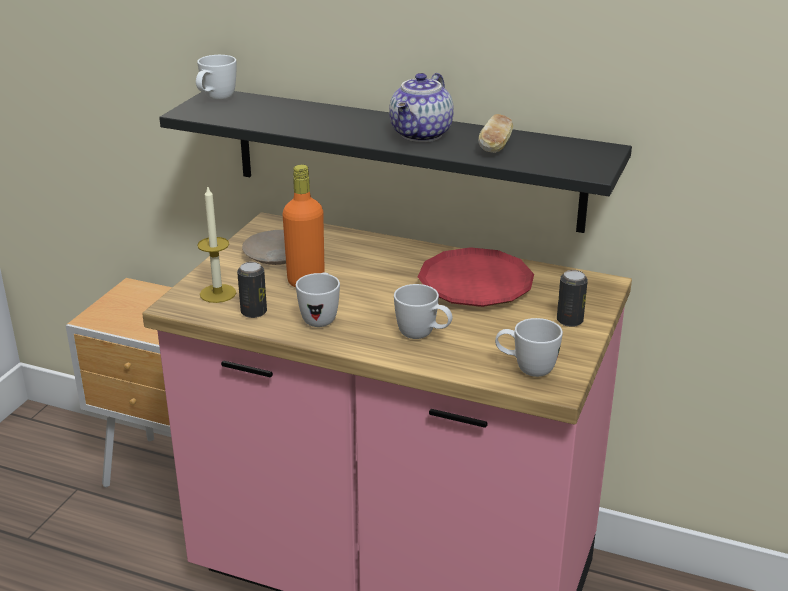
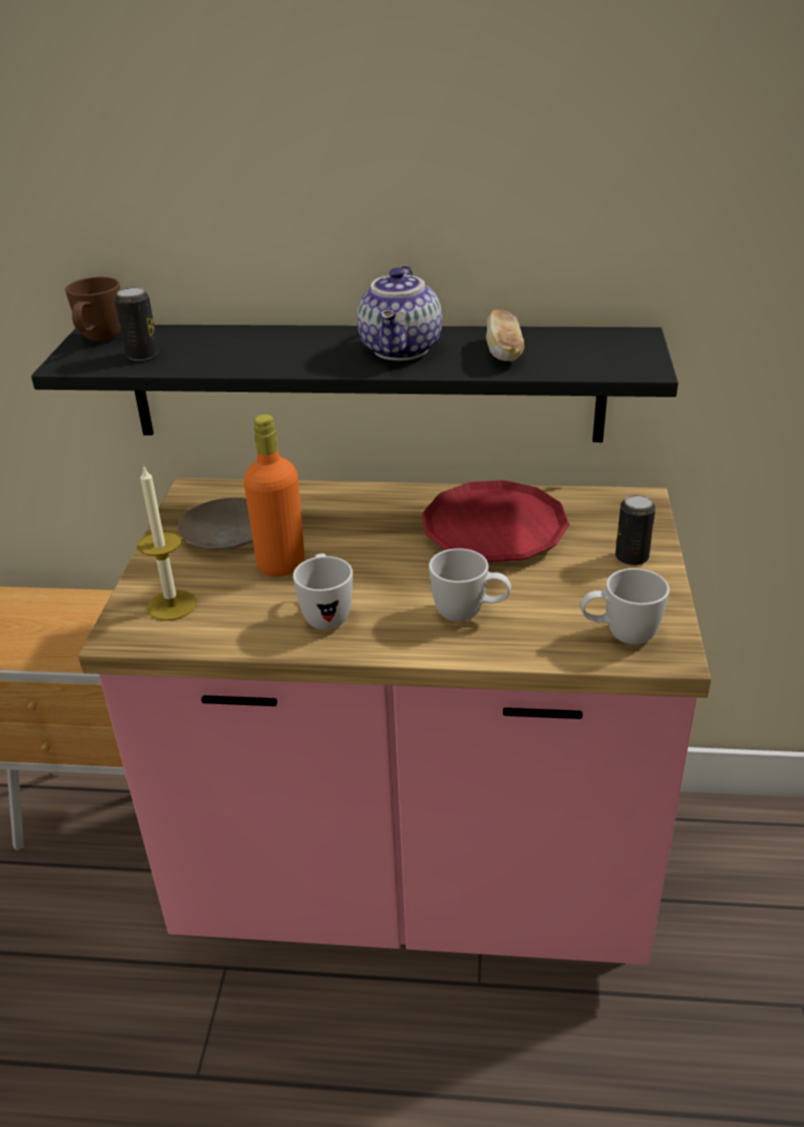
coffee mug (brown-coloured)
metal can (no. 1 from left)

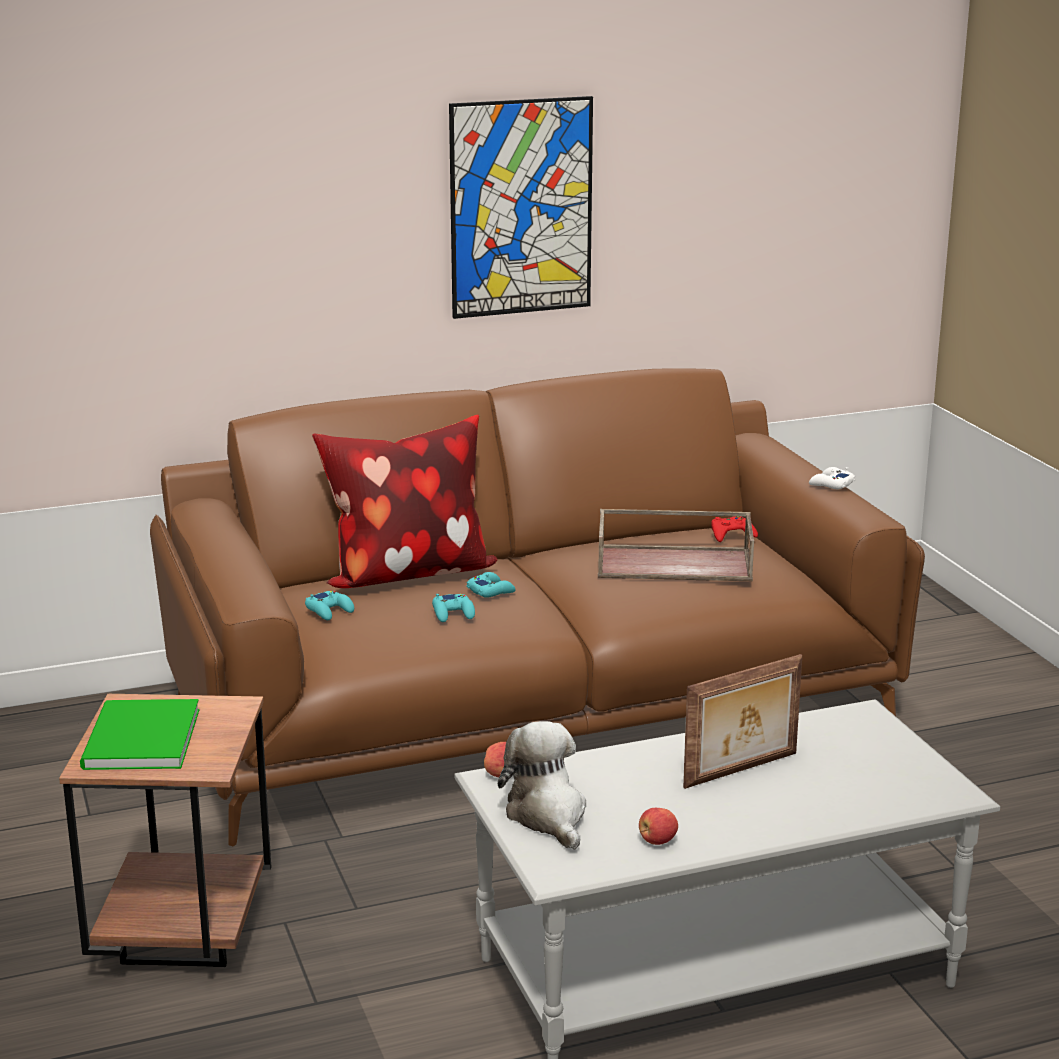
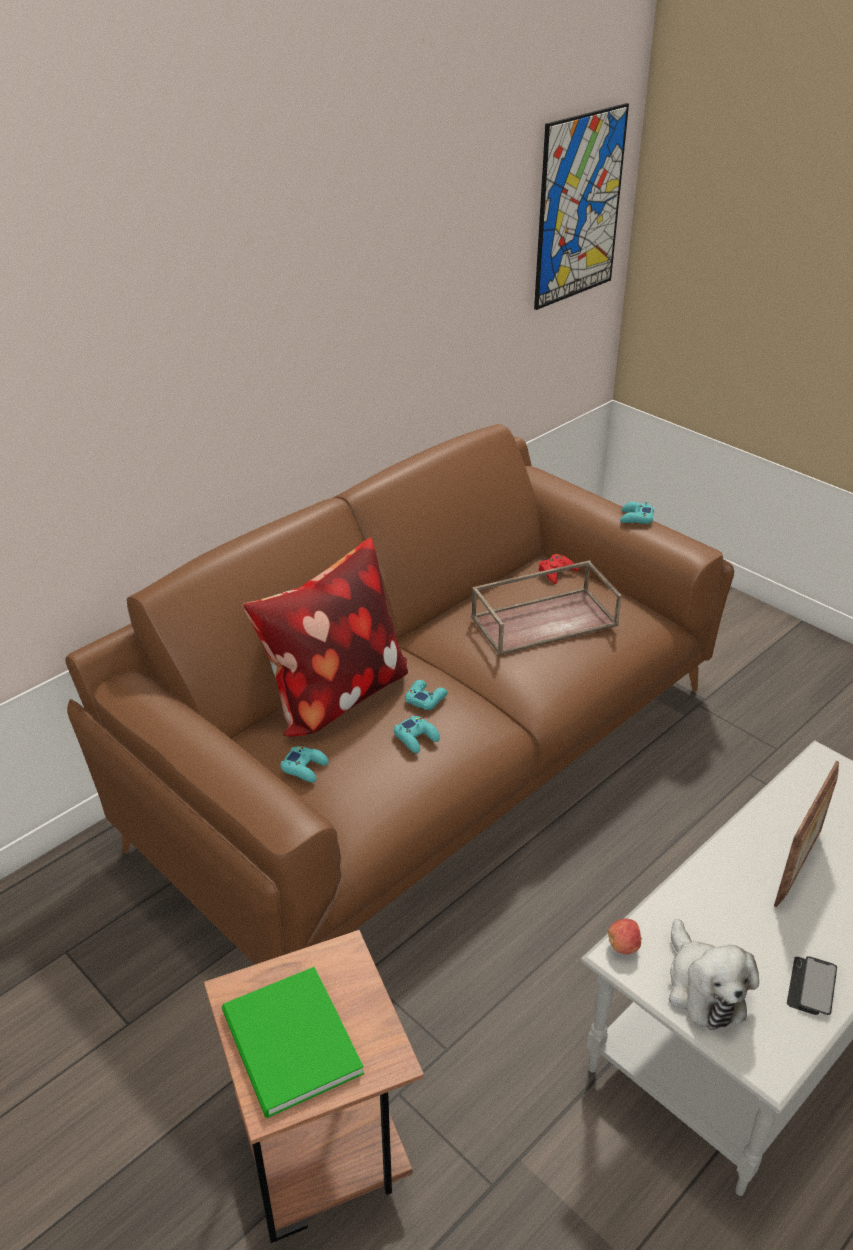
wall art
cuddly toy
telephone
joypad (blue-green) (no. 4 from left)

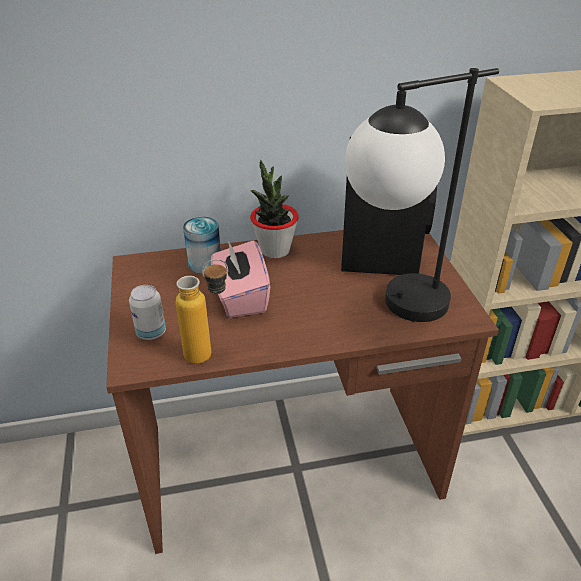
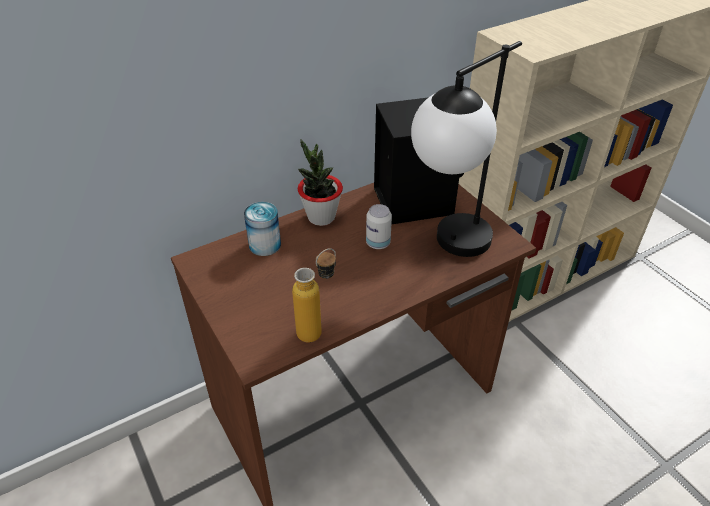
metal can (no. 2 from left)
tissue box (pink-coloured)

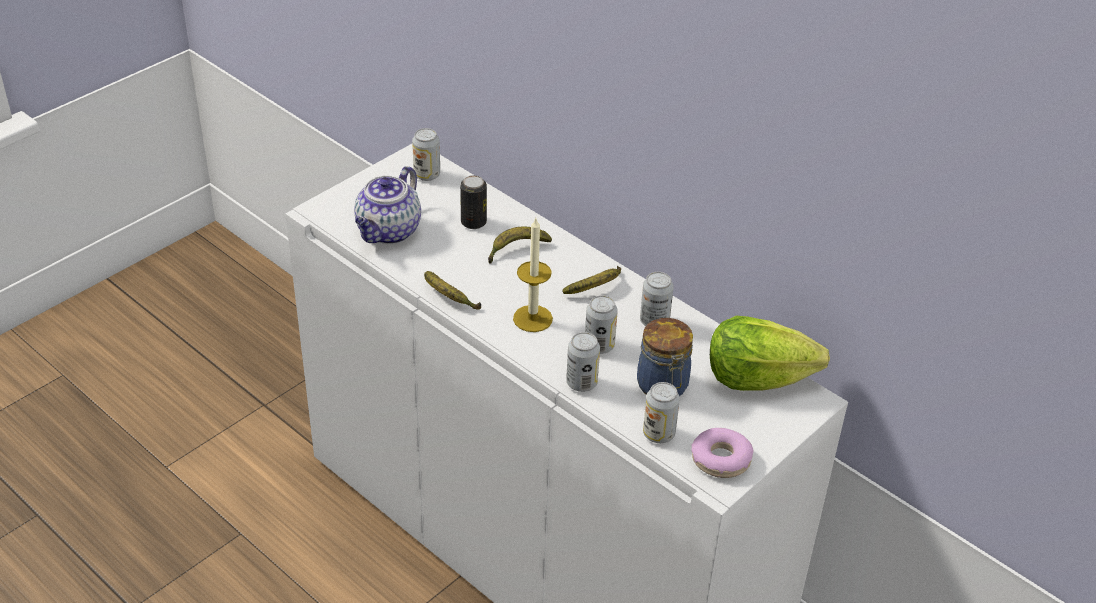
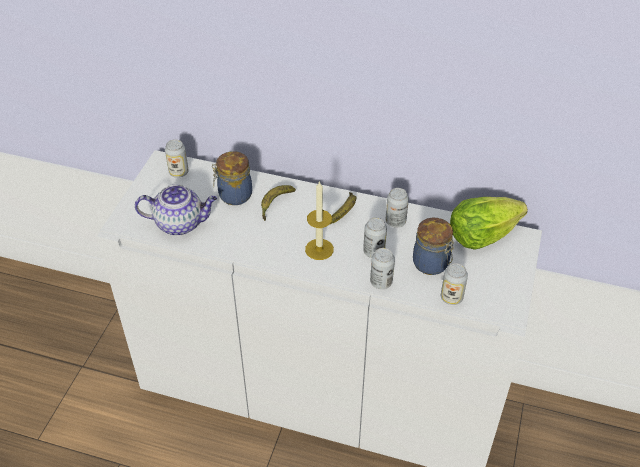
pot for tea
whole banana (no. 1 from left in the first image)
storage jar (no. 1 from left)
doughnut

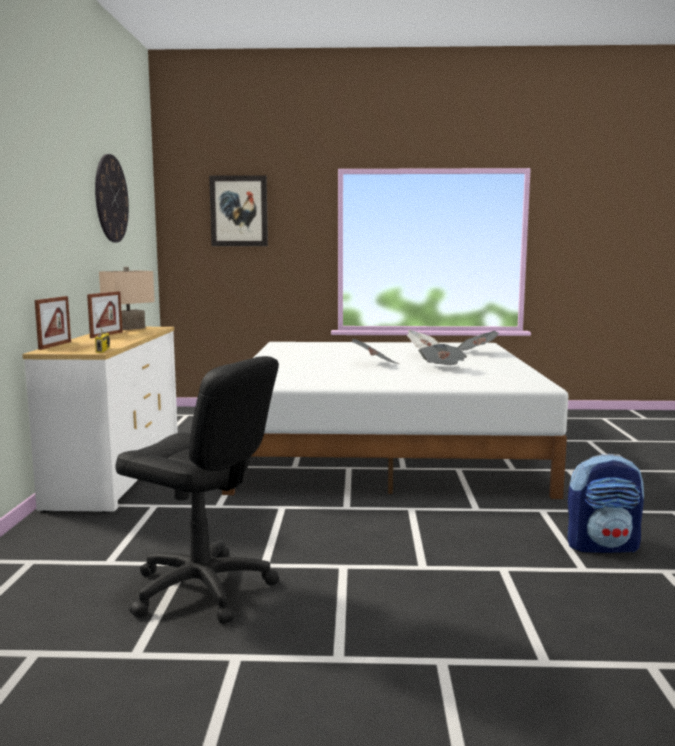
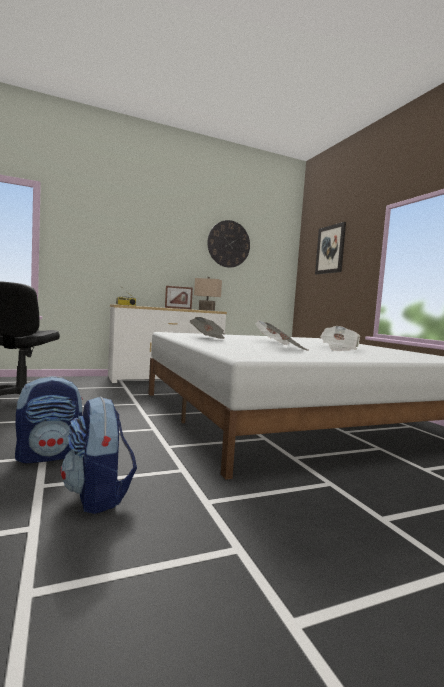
standing frame (no. 1 from left in the first image)
daily paper (no. 1 from left)
rucksack (no. 1 from left)

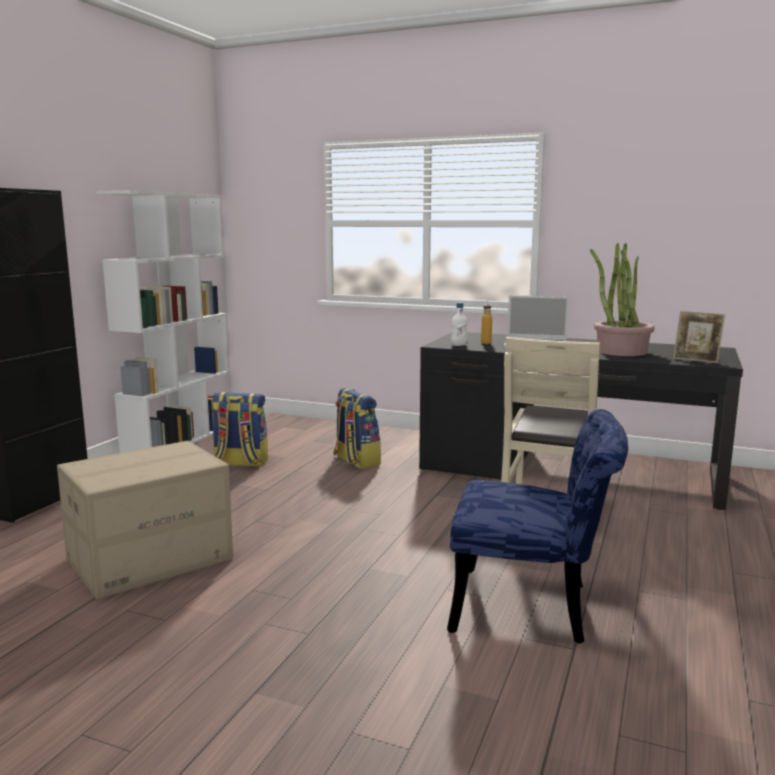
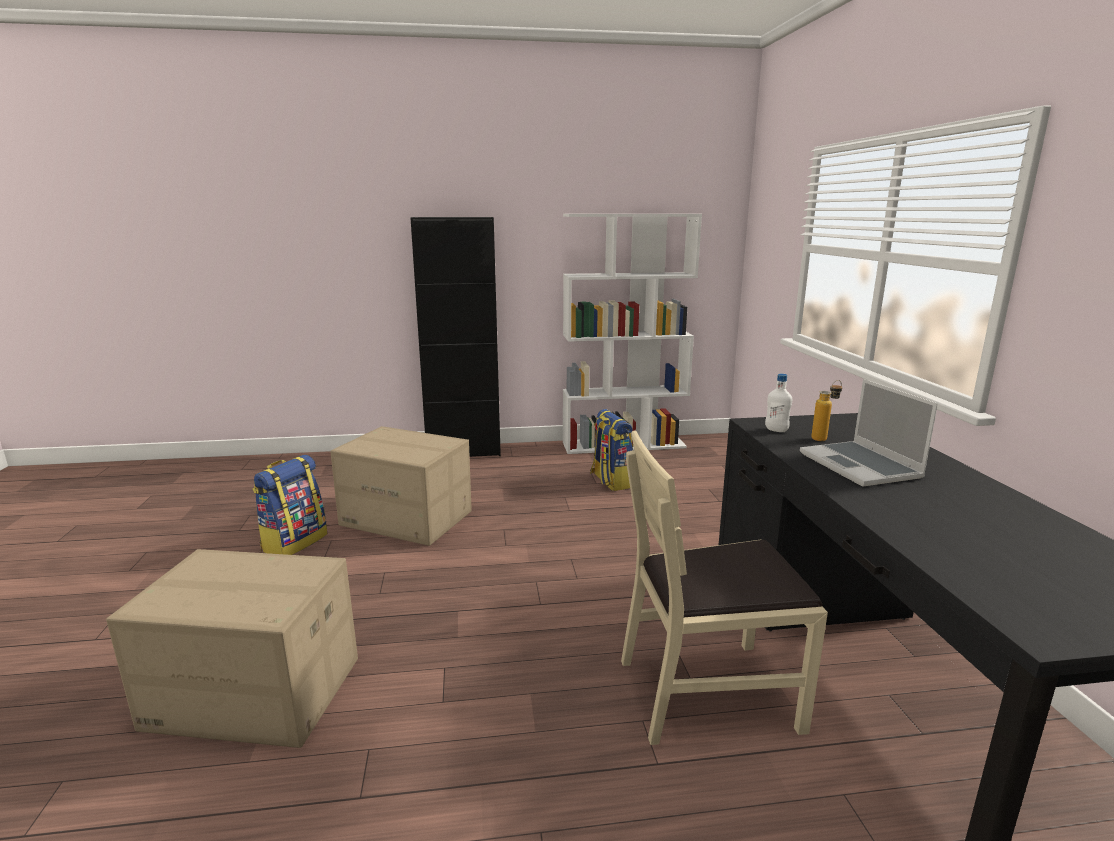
rucksack (no. 1 from left)
chair (bluish)
houseplant
standing frame
packing box (no. 1 from left)

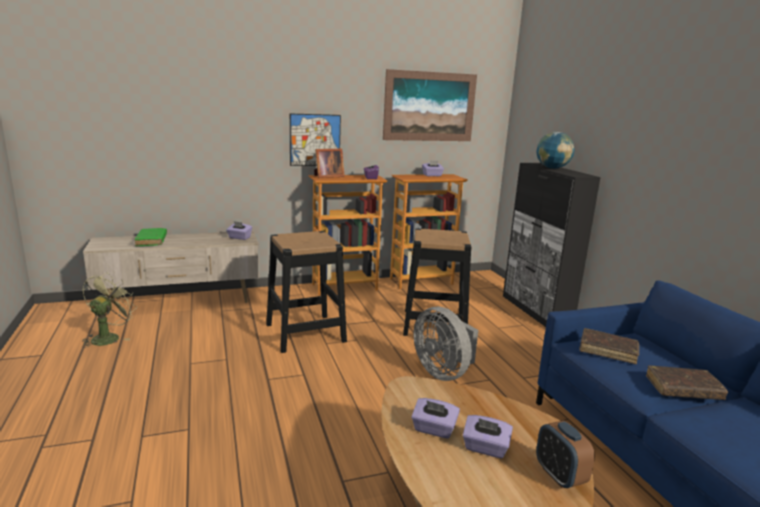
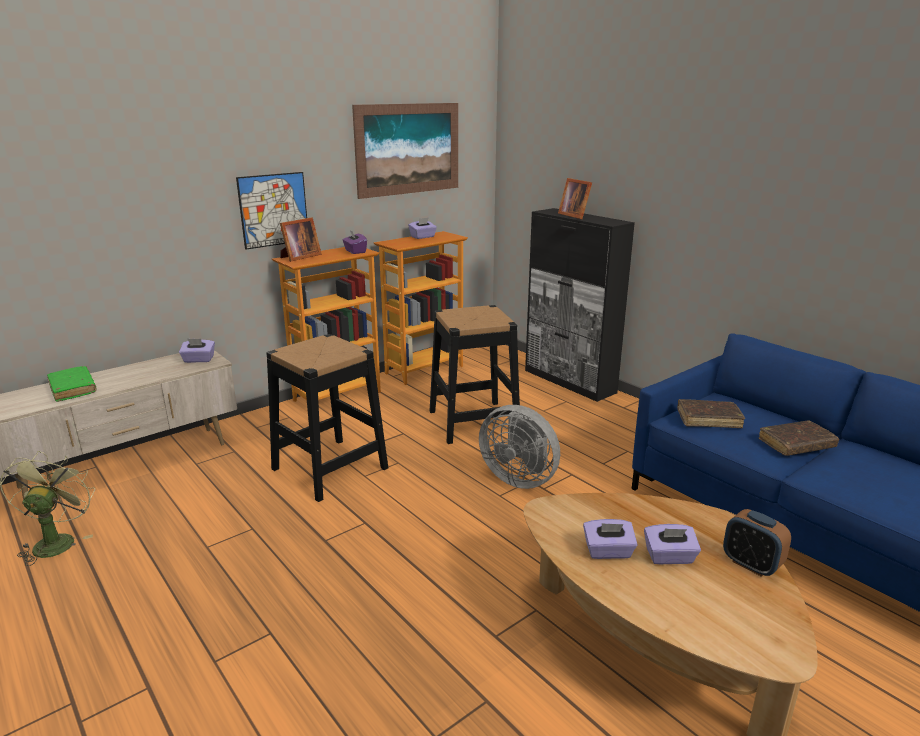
standing frame (no. 2 from left)

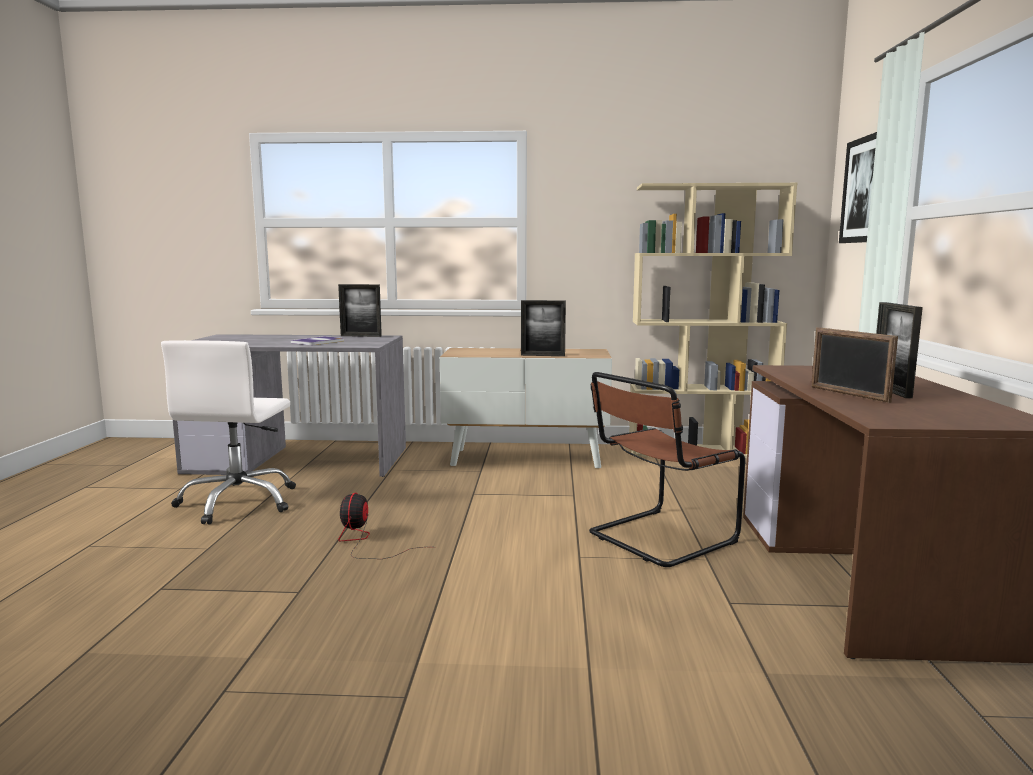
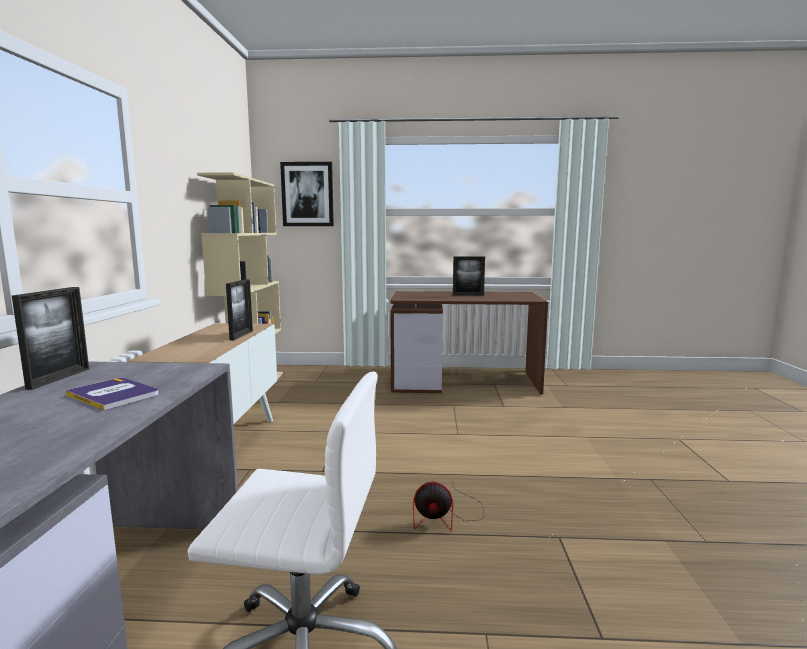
chair (brown-coloured)
standing frame (no. 3 from left in the first image)

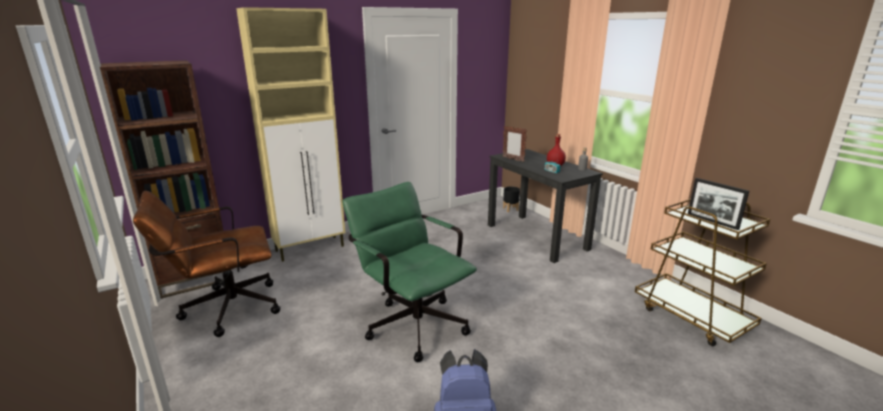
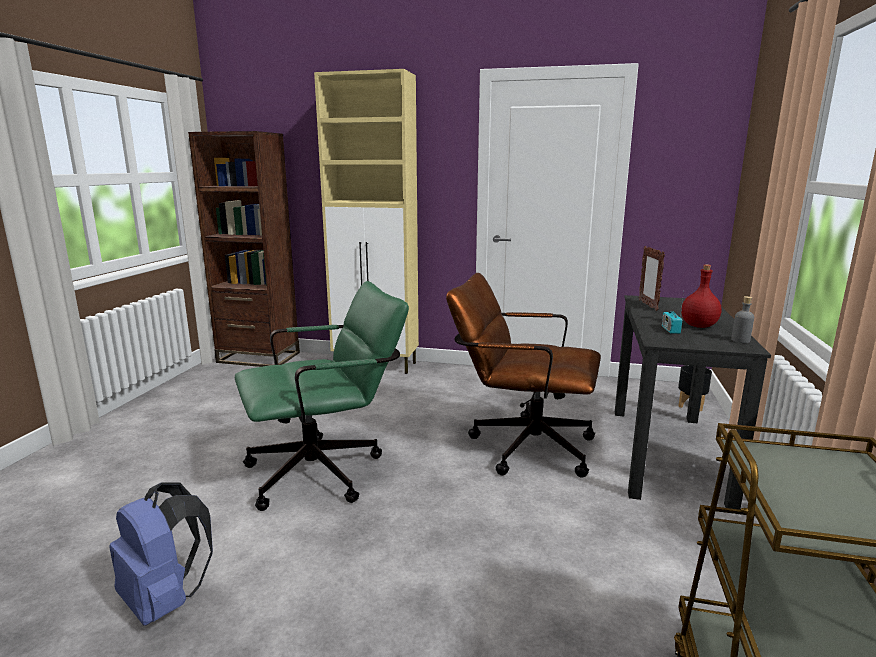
office chair (brown-coloured)
office chair (green)
standing frame (no. 2 from left in the first image)

